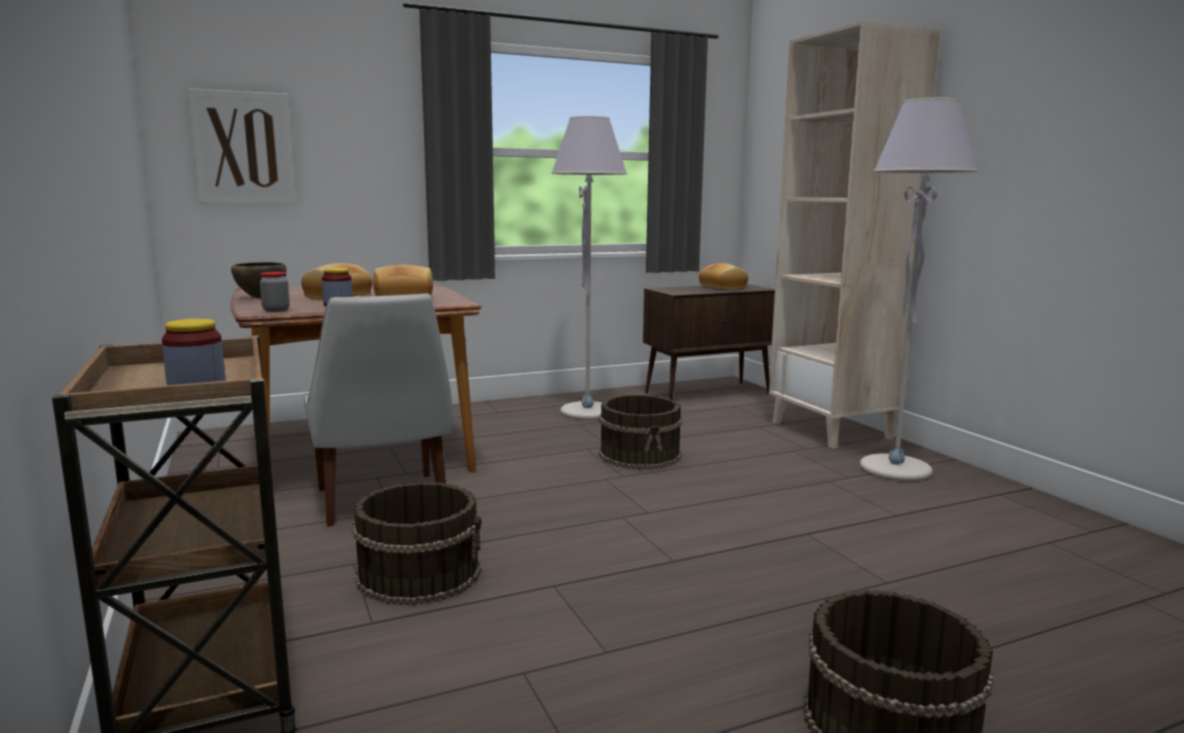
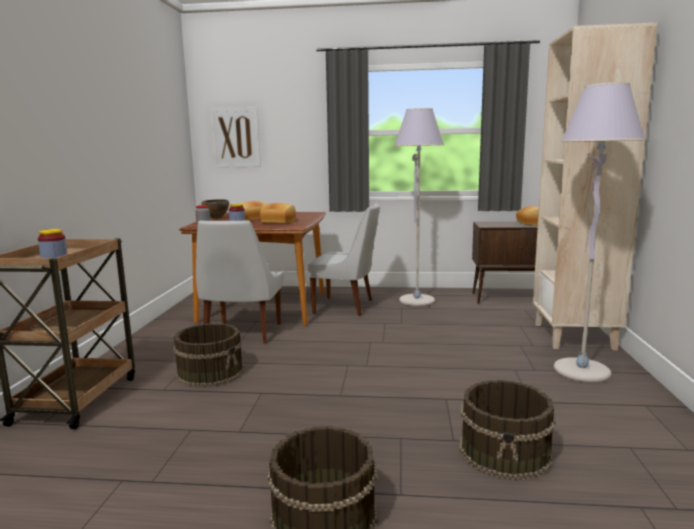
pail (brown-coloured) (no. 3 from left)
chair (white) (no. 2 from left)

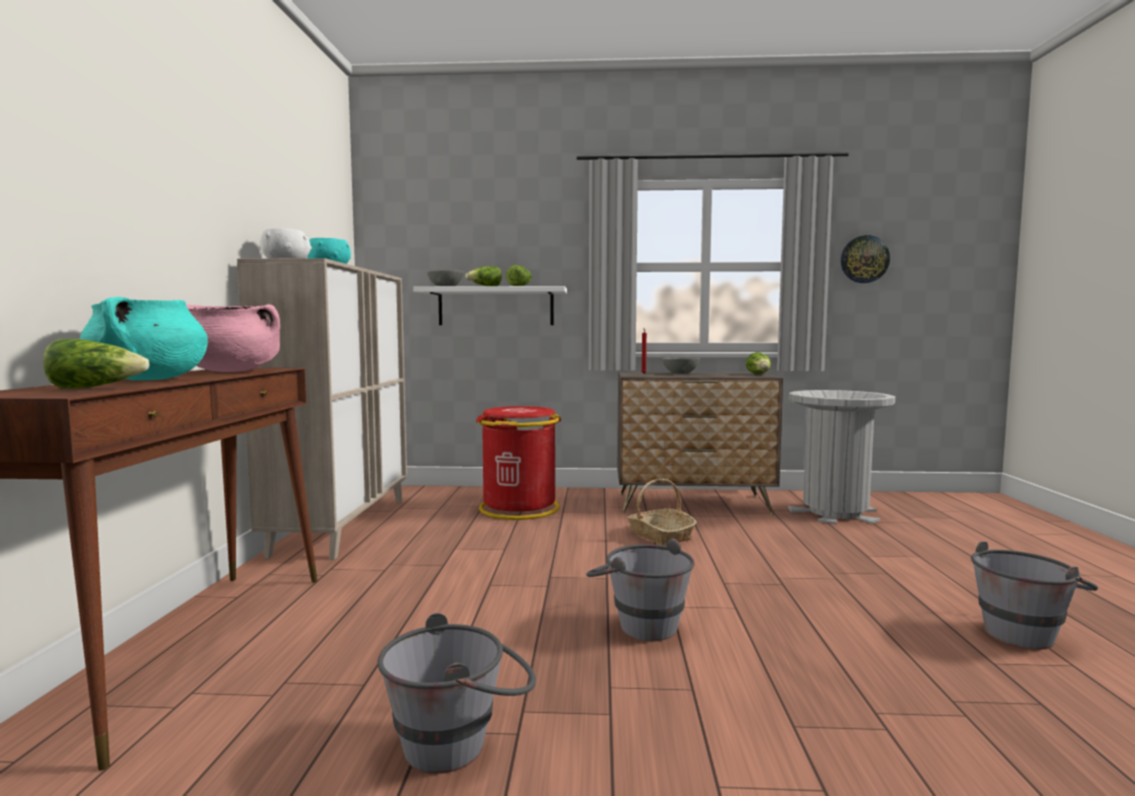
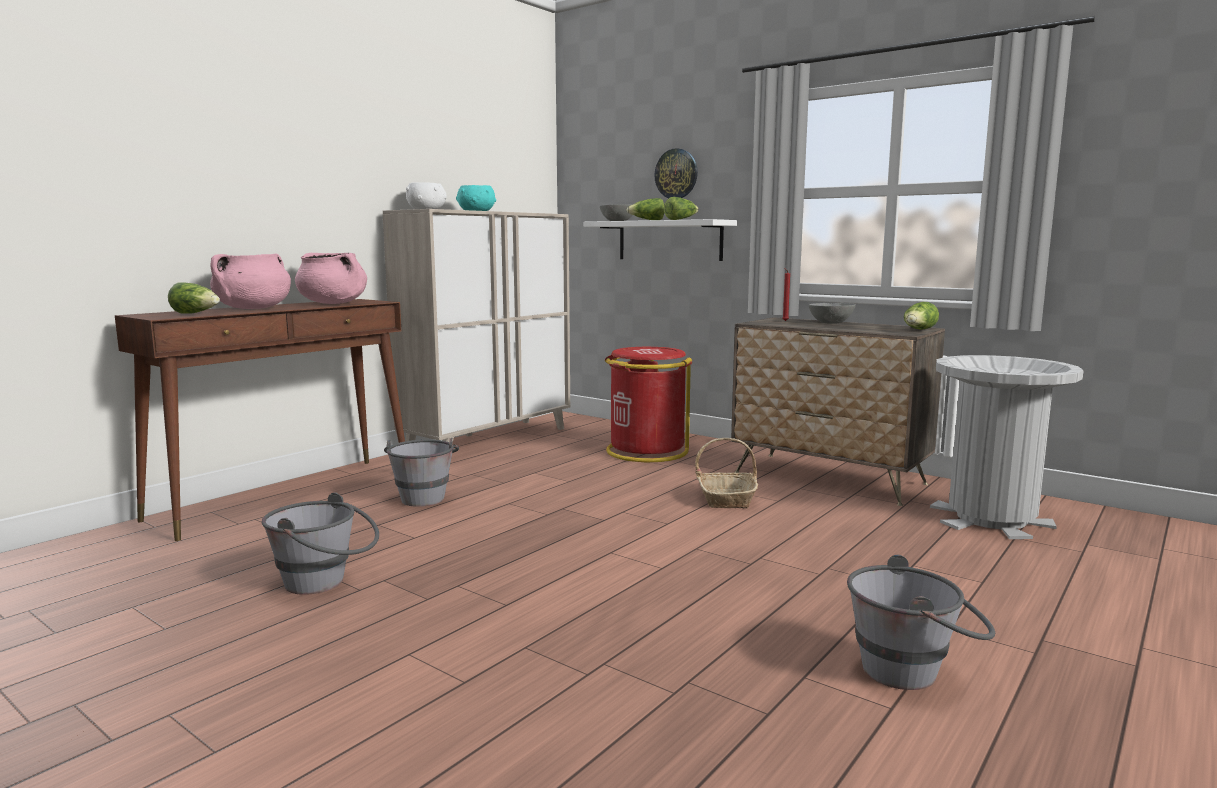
saucepot (pink-coloured) (no. 1 from left)
pail (grey) (no. 2 from left)
clock on the wall

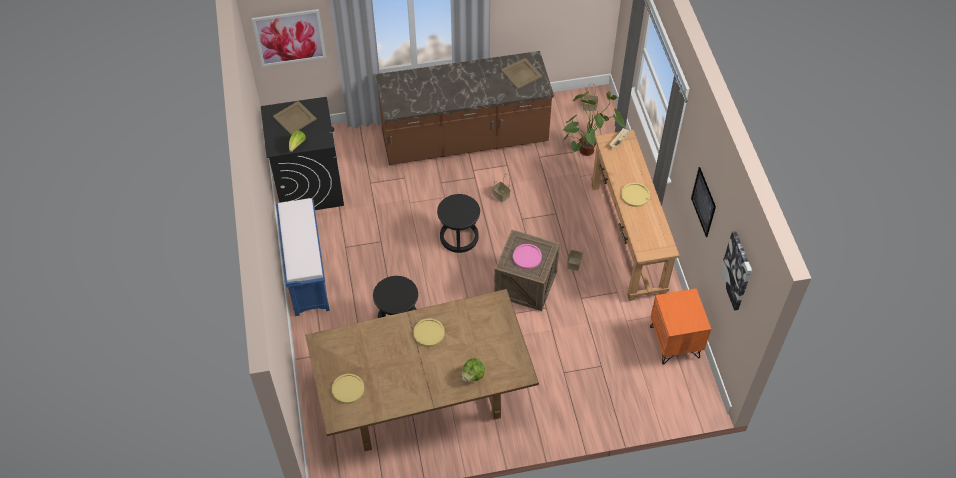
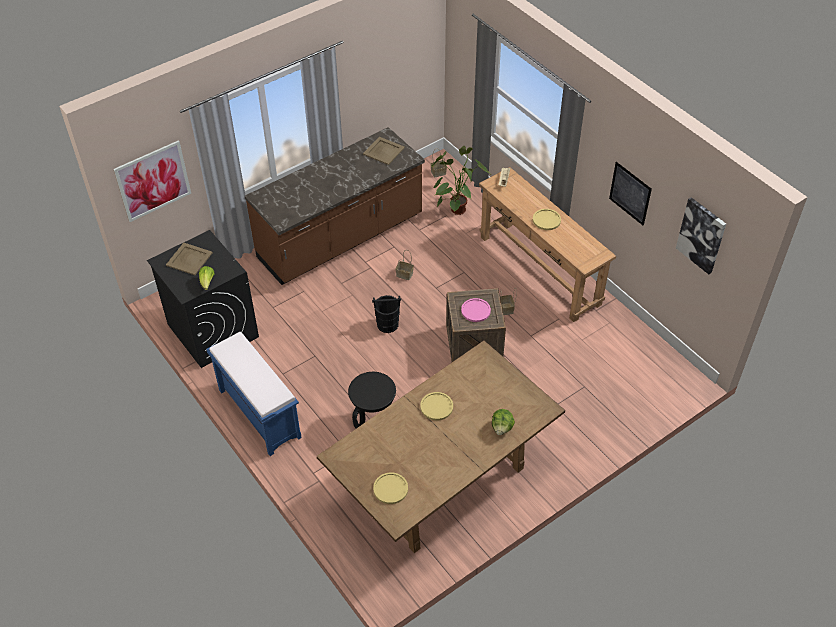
pail (black)
nightstand (orange)

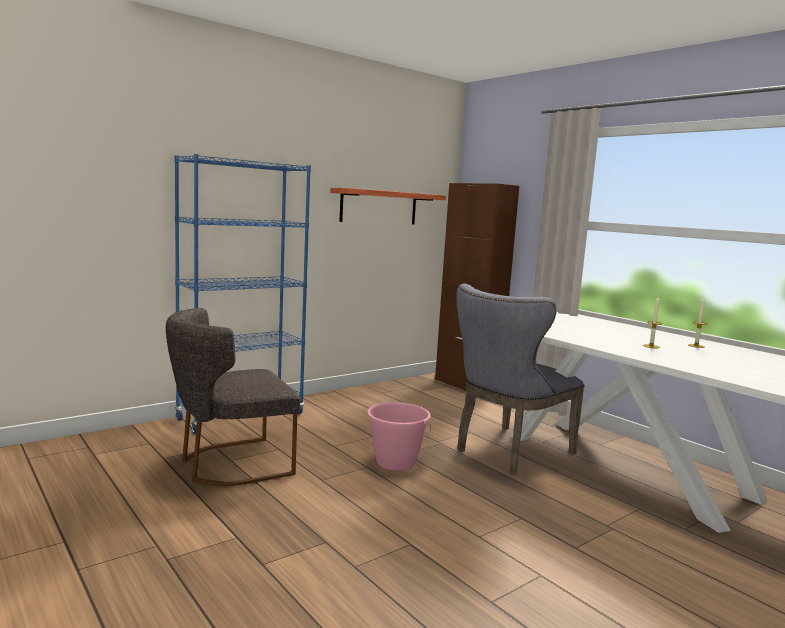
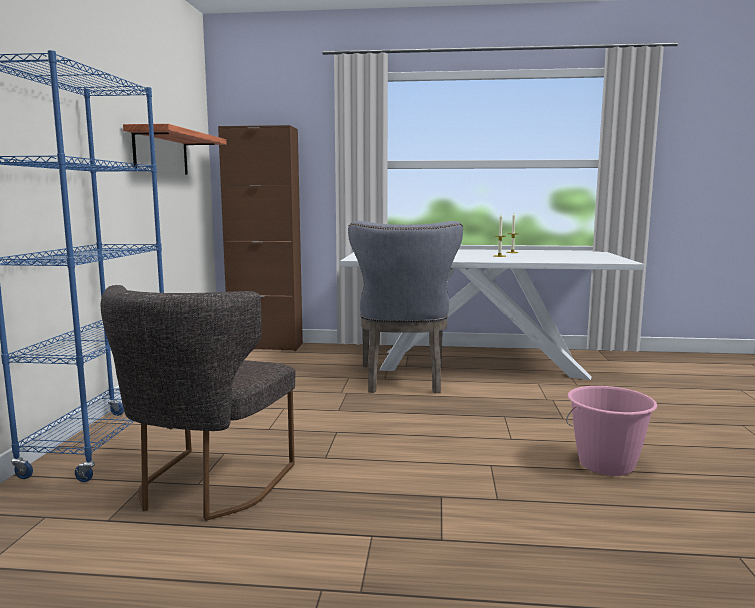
pail (pink-coloured)

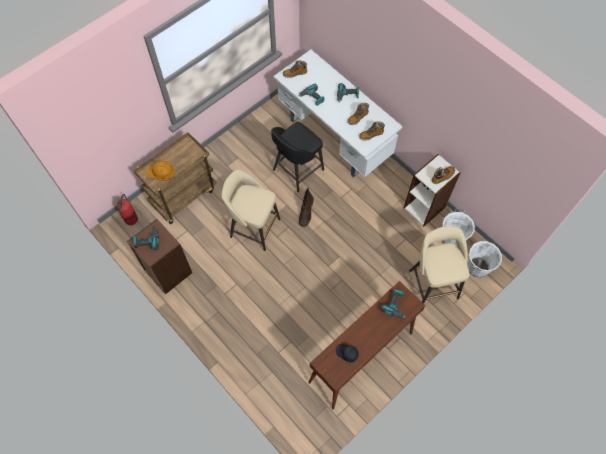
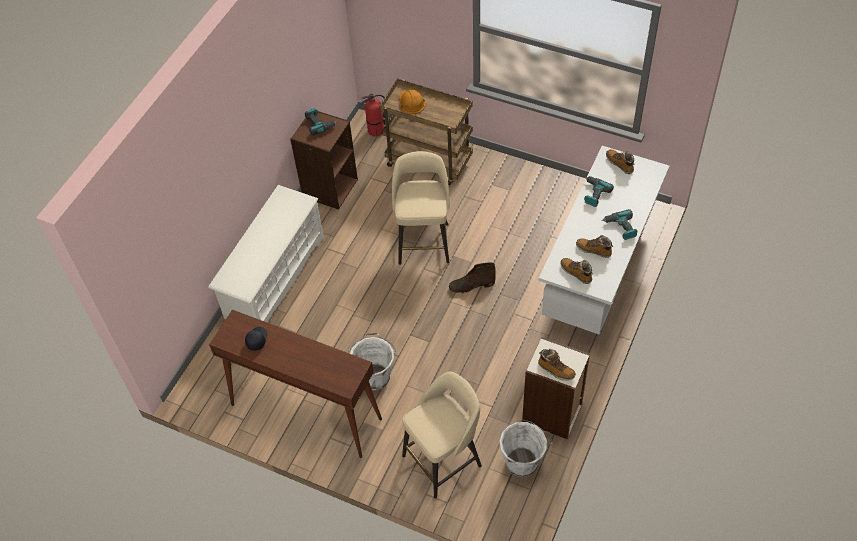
sitting stool (black)
power drill (no. 4 from left in the first image)
pail (white) (no. 1 from left)
shoe rack (white)

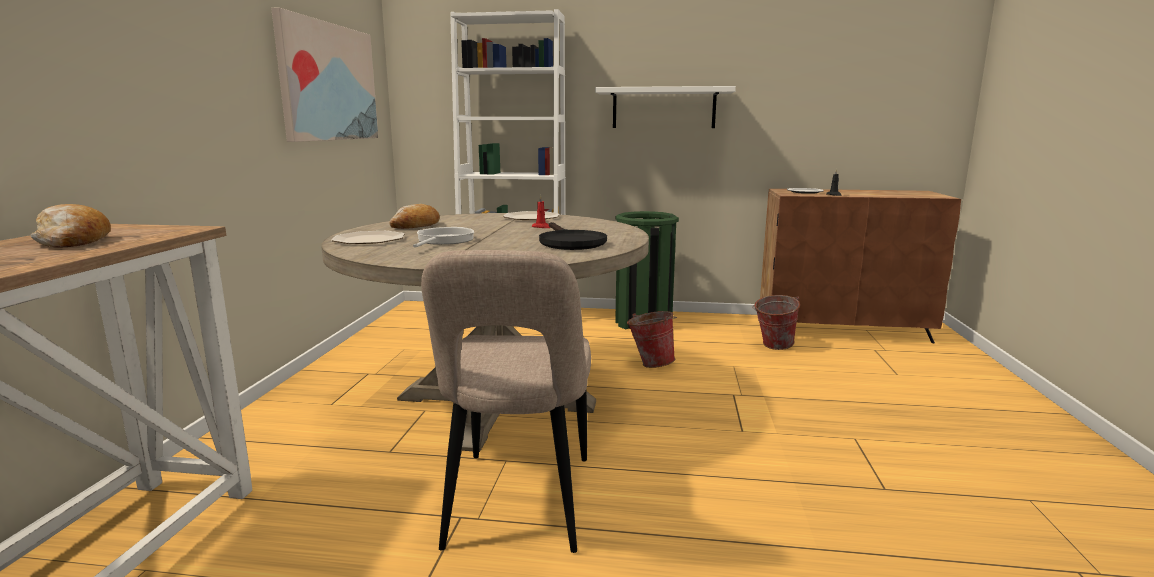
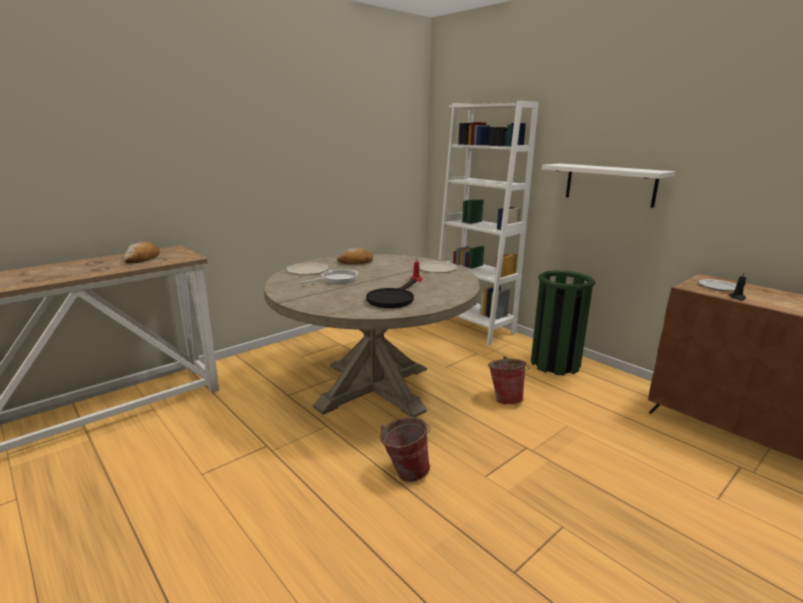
wall art
chair (beige-coloured)
pail (no. 1 from left)

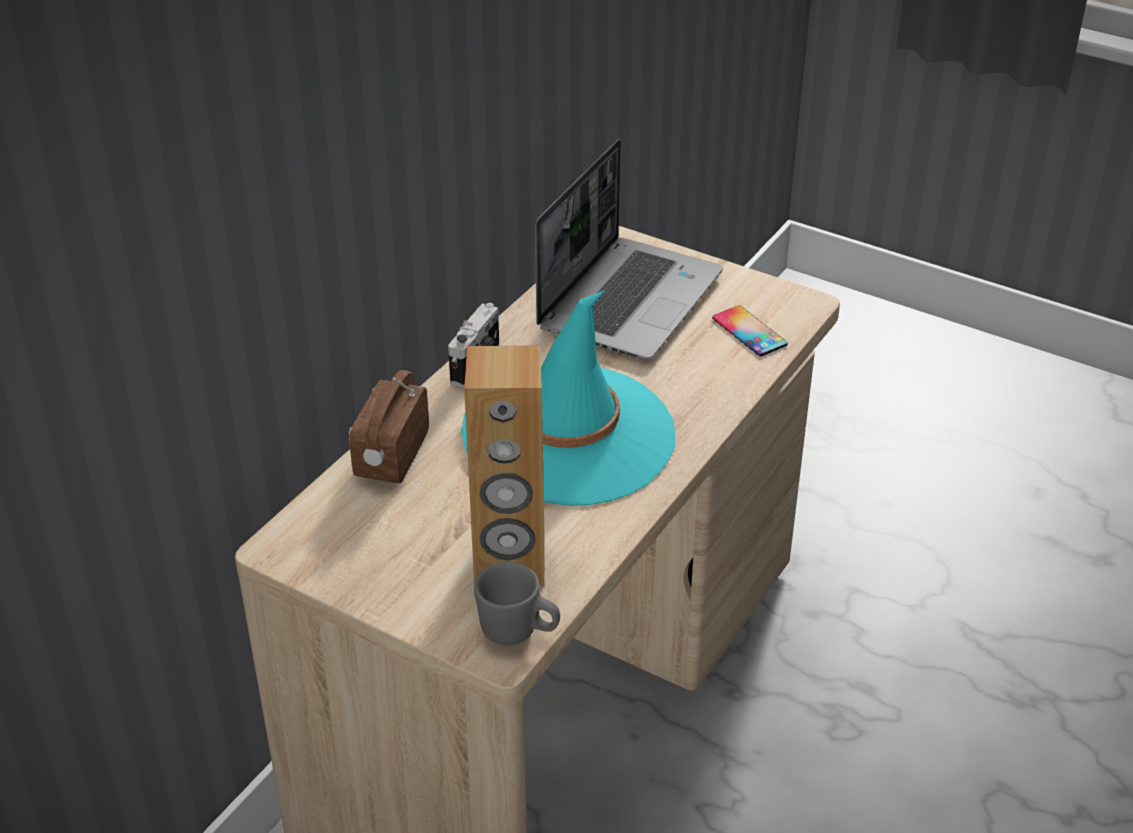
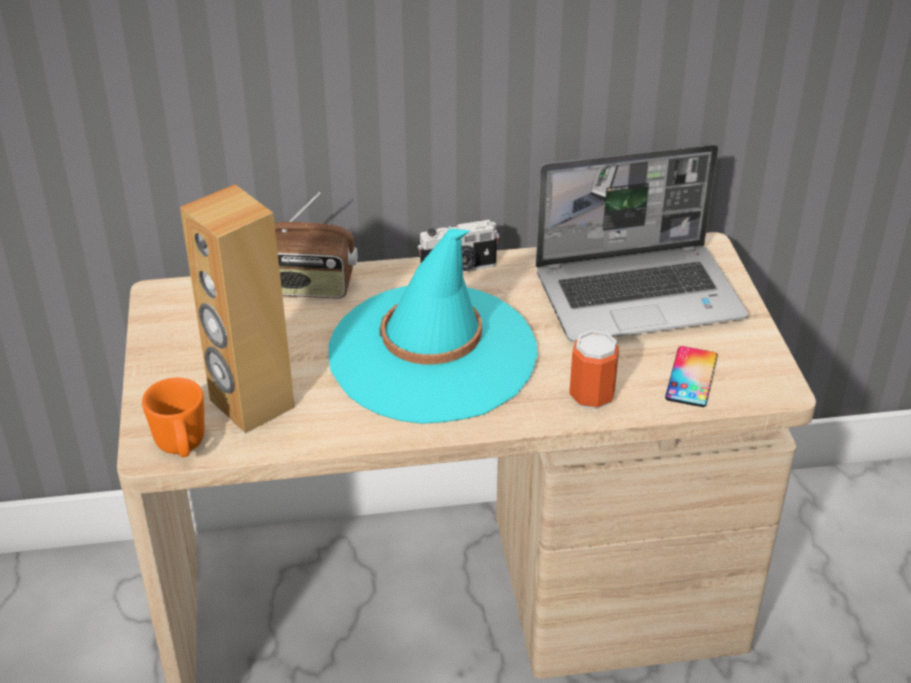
radio
coffee mug (orange)
metal can

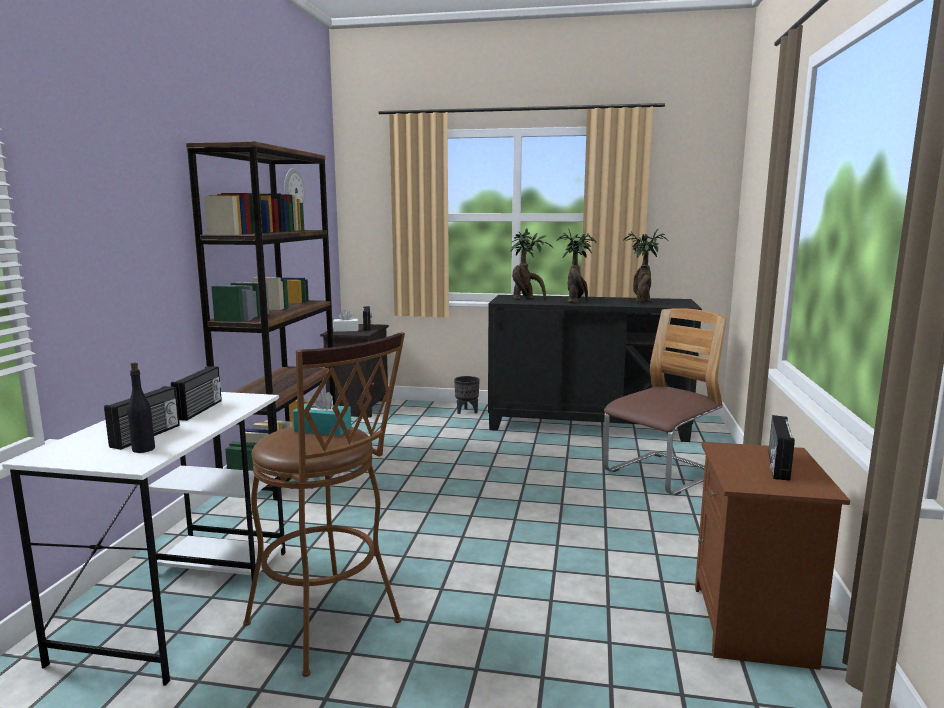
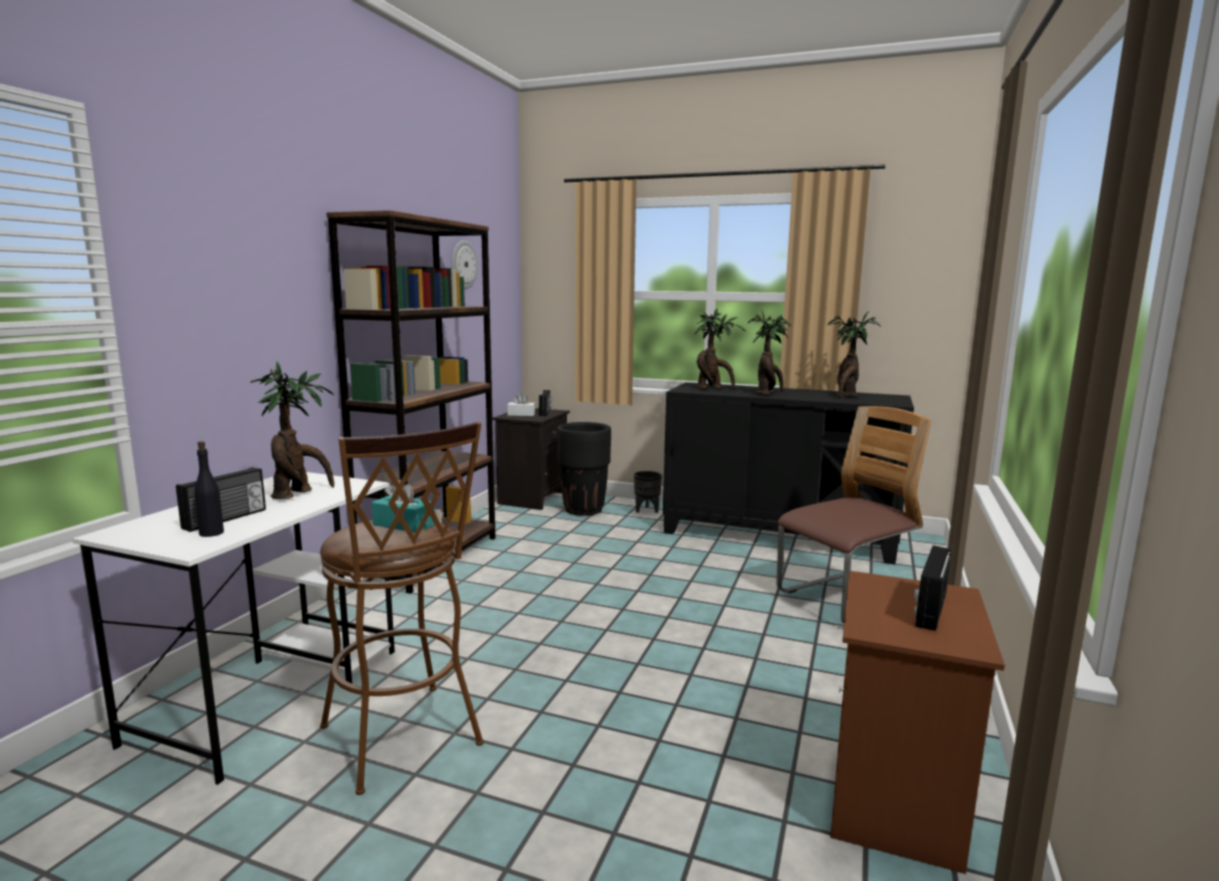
houseplant (no. 1 from left)
planter (black) (no. 1 from left)

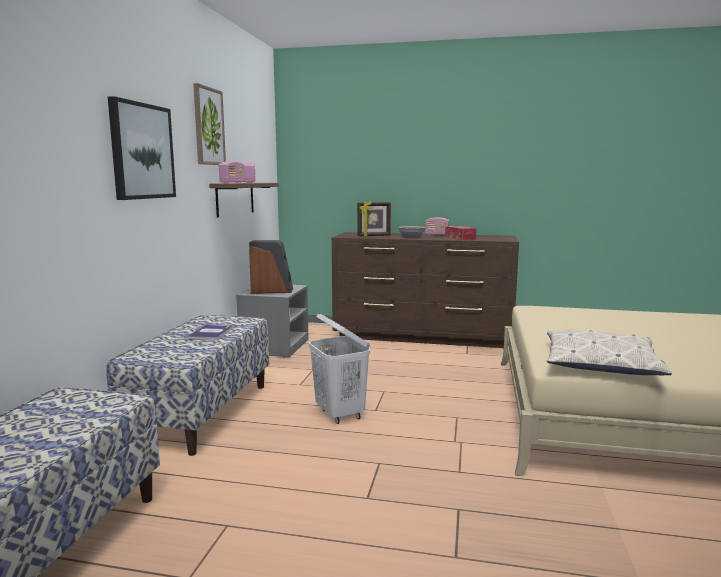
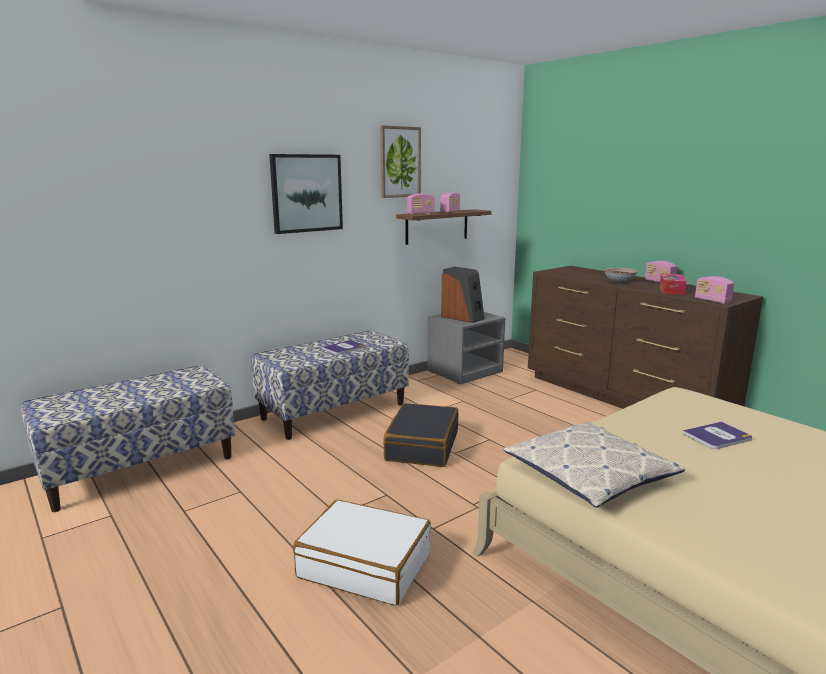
suitcase (black)
standing frame
suitcase (white)
book (no. 2 from left)
radio (no. 4 from left)

